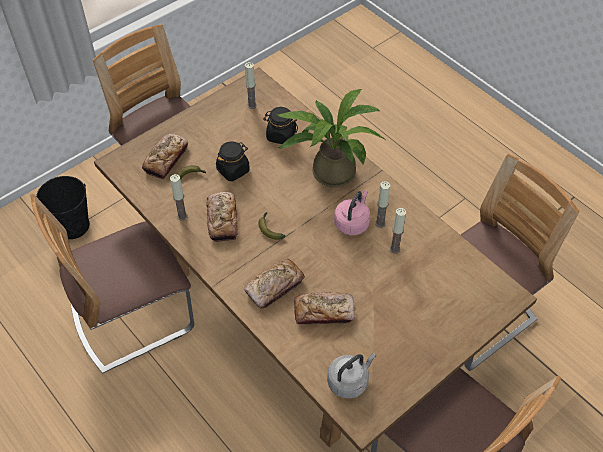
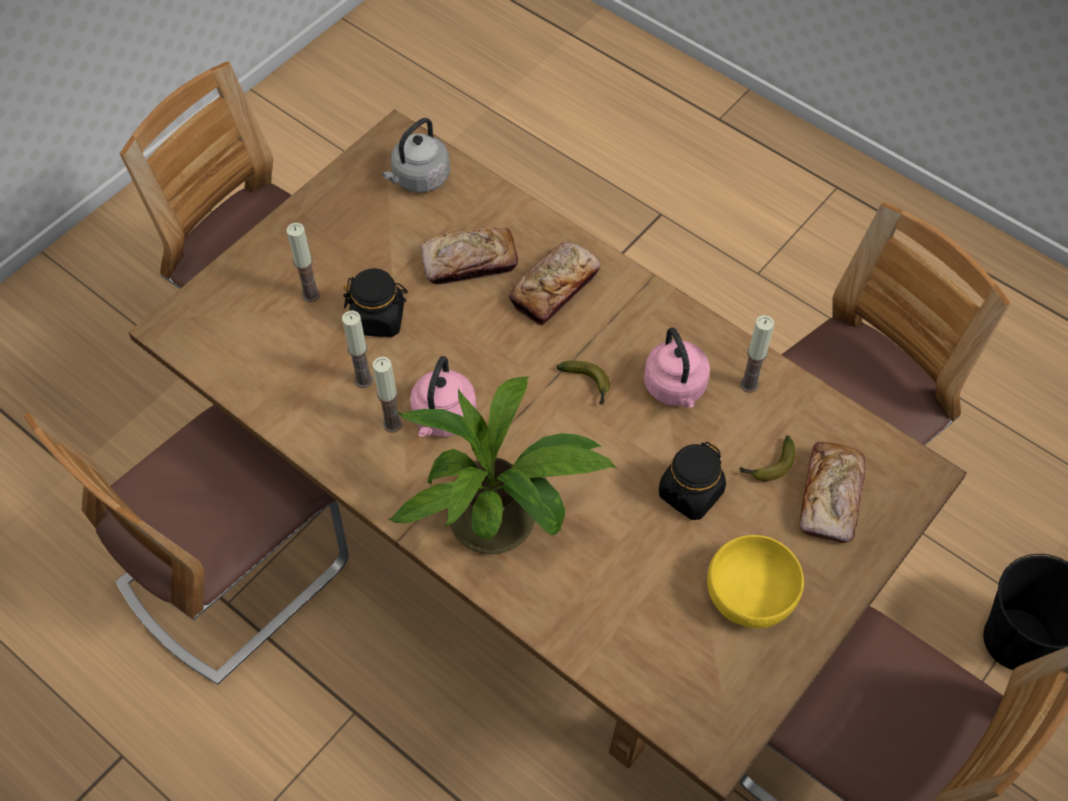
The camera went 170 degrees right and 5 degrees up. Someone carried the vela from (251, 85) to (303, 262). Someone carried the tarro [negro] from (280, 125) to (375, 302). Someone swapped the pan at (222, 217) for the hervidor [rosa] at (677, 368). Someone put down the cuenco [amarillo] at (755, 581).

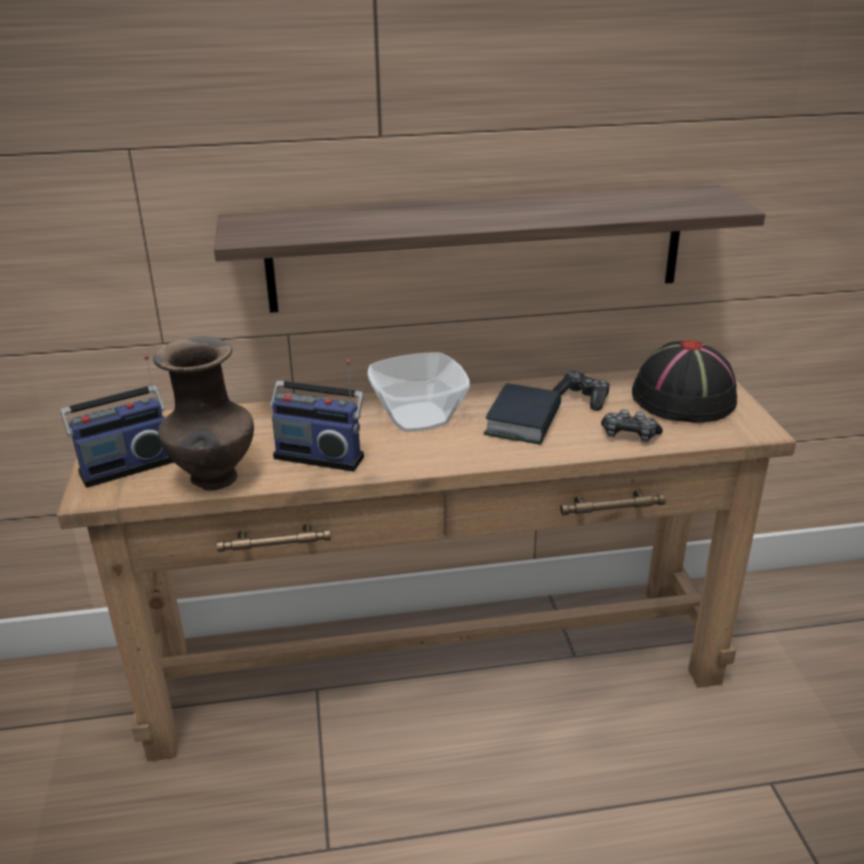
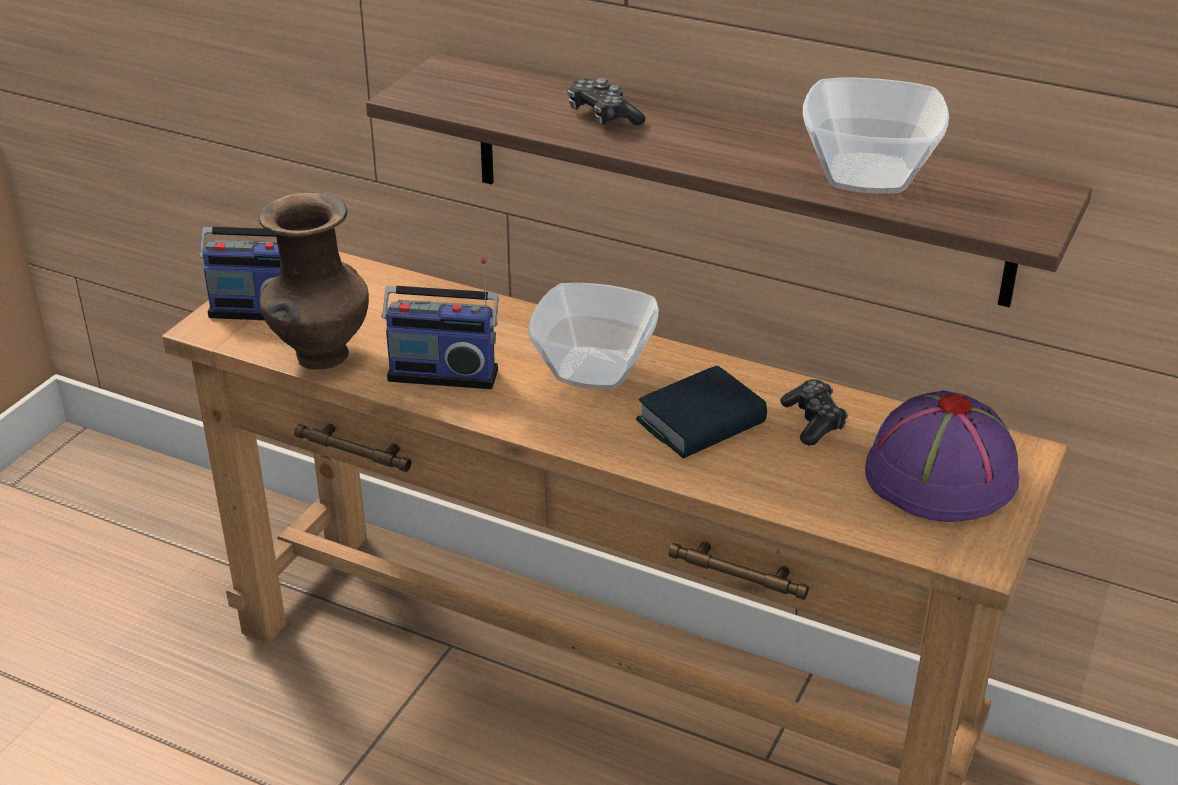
The camera went 35 degrees right and 5 degrees up. Someone repainted the sombrero [negro] at (684, 381), which became the sombrero [morado] at (942, 456). Someone rotated the radio at (317, 416) by 45 degrees counterclockwise. Someone carried the mando de consola from (632, 425) to (607, 101). Someone put down the cuenco at (876, 136).

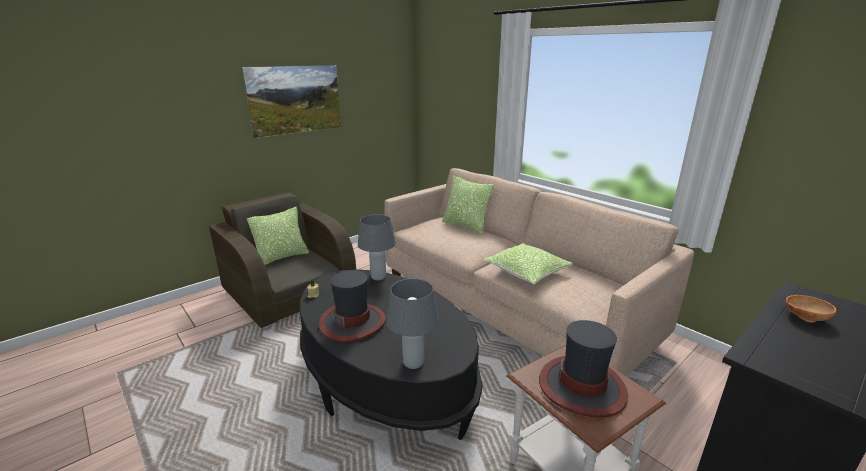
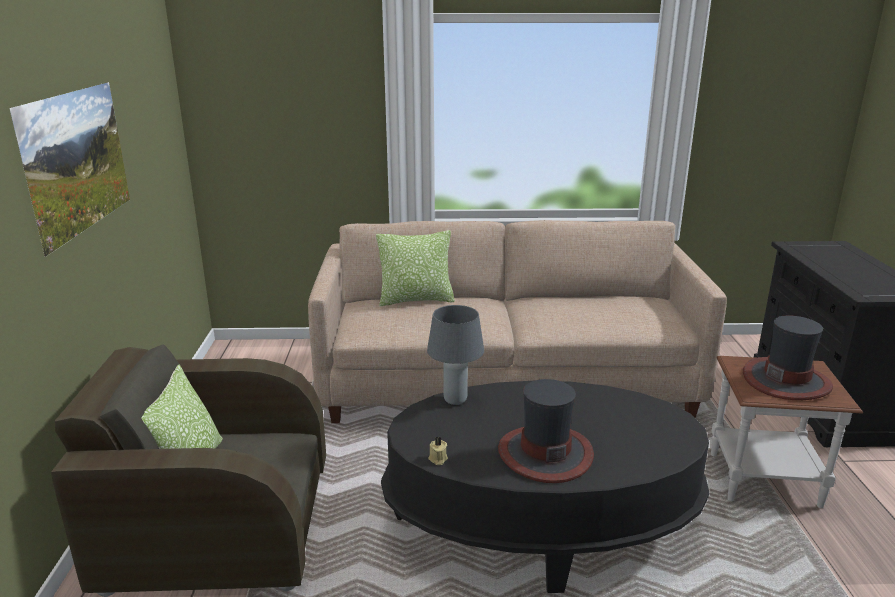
The camera went 50 degrees left and 0 degrees up. Someone took away the cojín at (528, 263). Someone took away the lámpara de mesa [gris] at (412, 323). Someone took away the cuenco [marrón] at (810, 309).

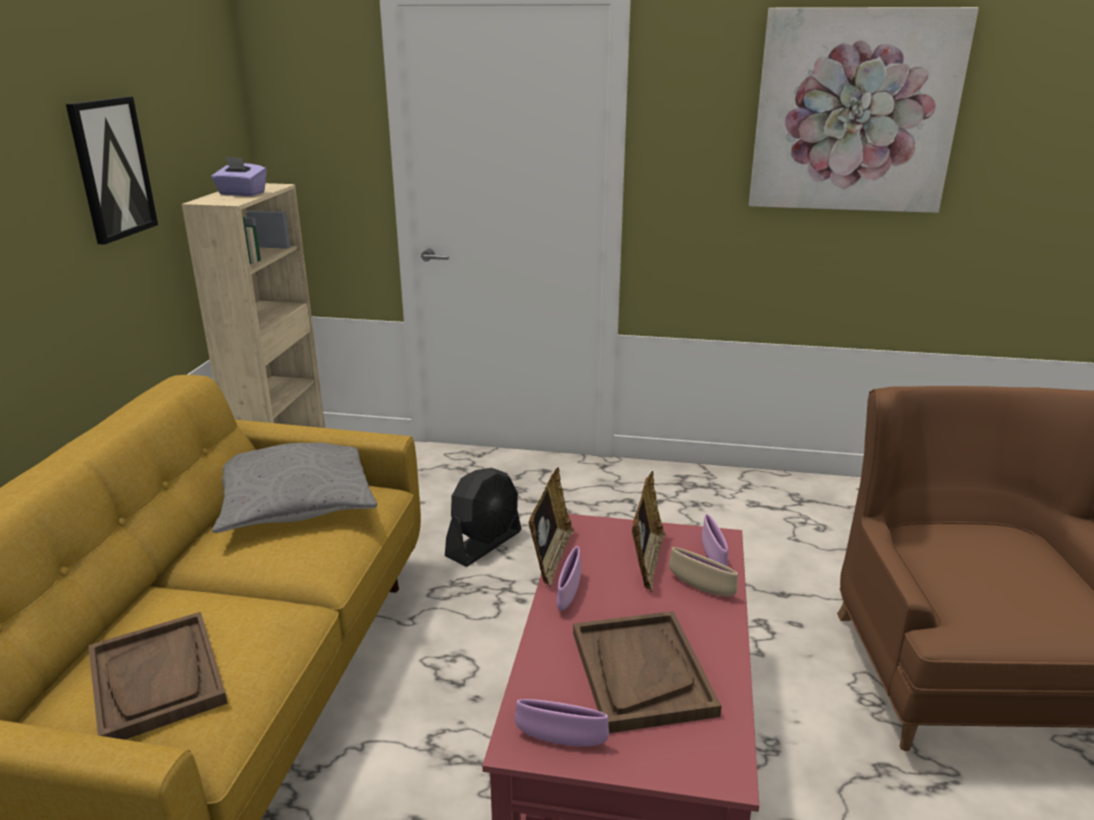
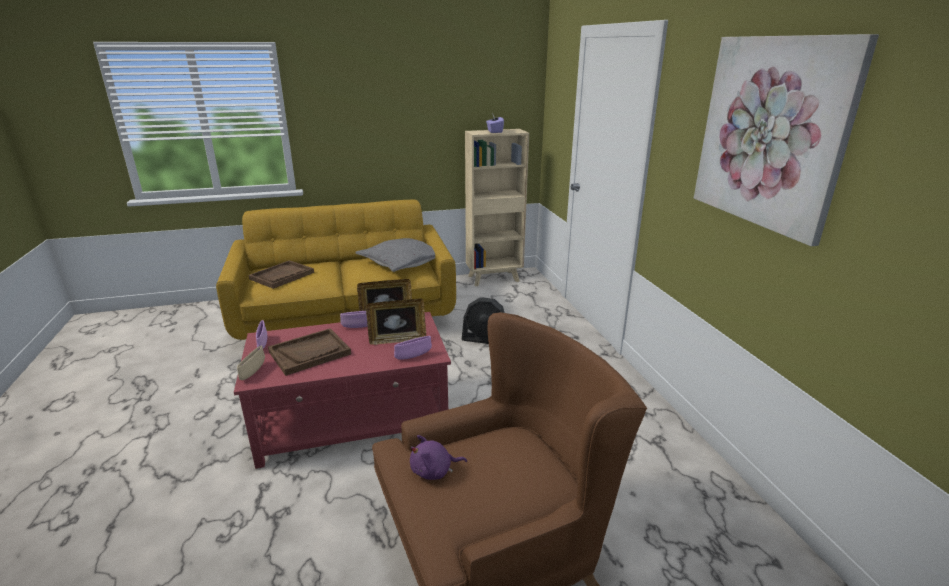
The camera went 65 degrees right and 0 degrees up. Someone took away the cuadro at (112, 171). Someone carried the cuenco [beis] from (703, 572) to (251, 363). Someone put down the peluche [morado] at (438, 457).

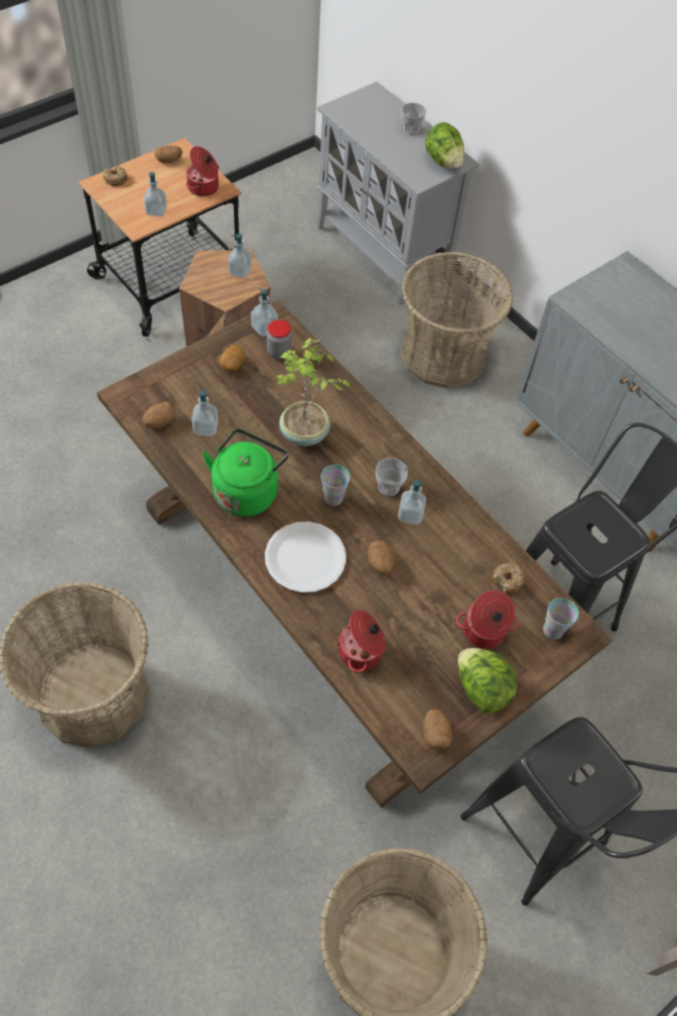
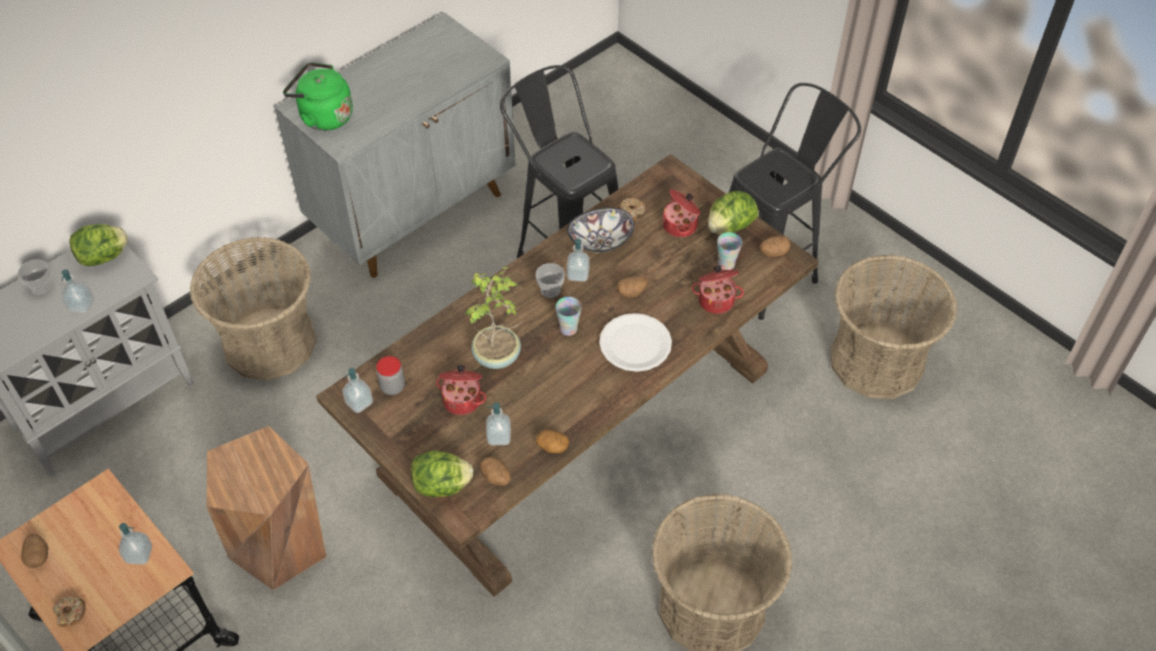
The camera went 90 degrees left and 5 degrees down. Someone carried the olla from (202, 171) to (461, 390). Someone carried the dispensador de jabón from (240, 256) to (77, 291). Someone carried the patata from (232, 358) to (553, 441). Someone carried the hervidor [verde] from (246, 473) to (318, 96). Someone carried the taza from (561, 618) to (729, 251). Someone put down the cuenco at (600, 230). Someone put down the lechuga at (442, 473).

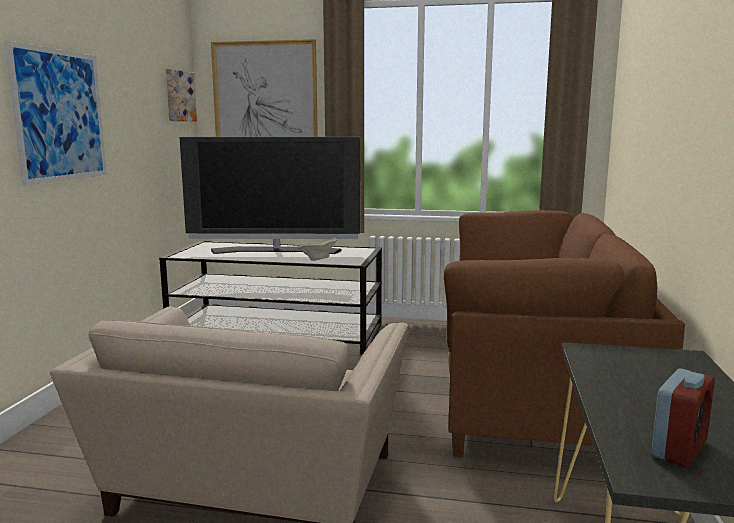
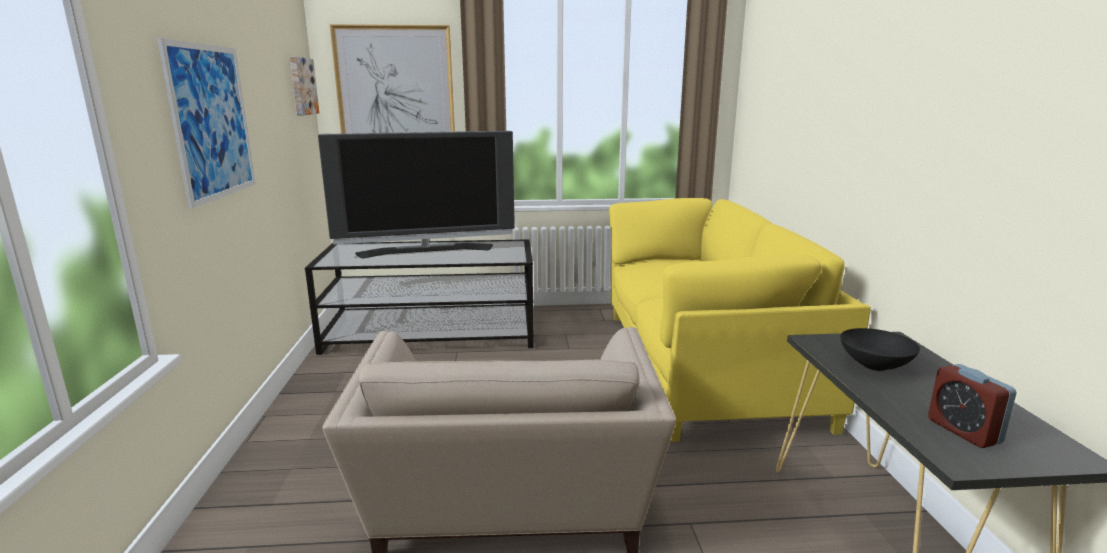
The camera went 15 degrees left and 5 degrees up. Someone repainted the sofá [marrón] at (564, 333), which became the sofá [amarillo] at (740, 320). Someone took away the cuenco [beis] at (317, 249). Someone rotated the despertador at (683, 417) by 135 degrees clockwise. Someone put down the cuenco [negro] at (880, 349).

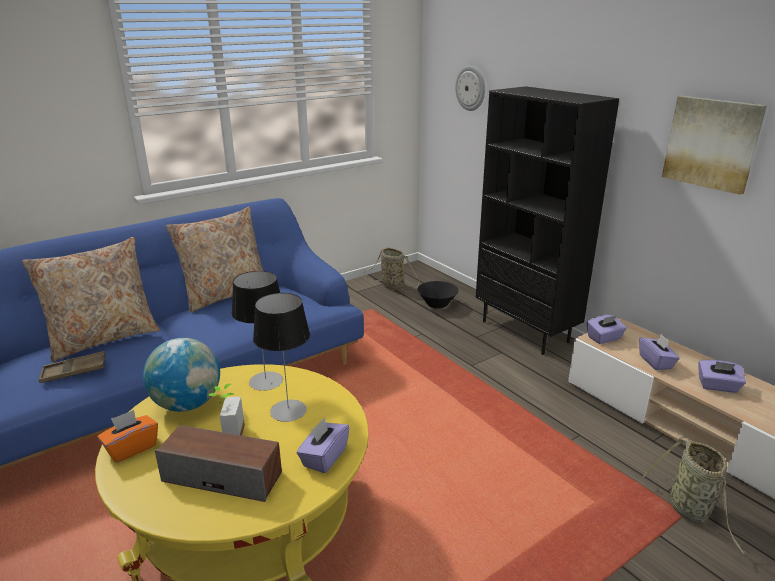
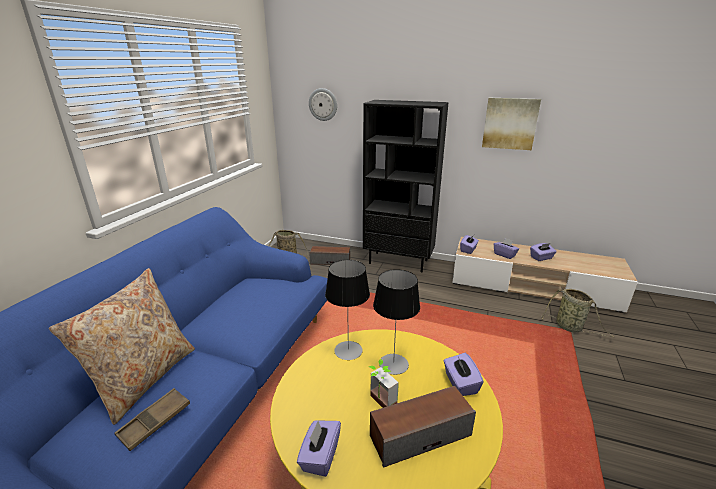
The camera went 35 degrees left and 0 degrees up. Someone took away the cojín [beis] at (214, 260). Someone swapped the cuenco [negro] at (438, 295) for the altavoz at (329, 255). Someone took away the globo terráqueo at (181, 375). Someone repainted the caja de pañuelos [naranja] at (127, 436), which became the caja de pañuelos [morado] at (319, 448).

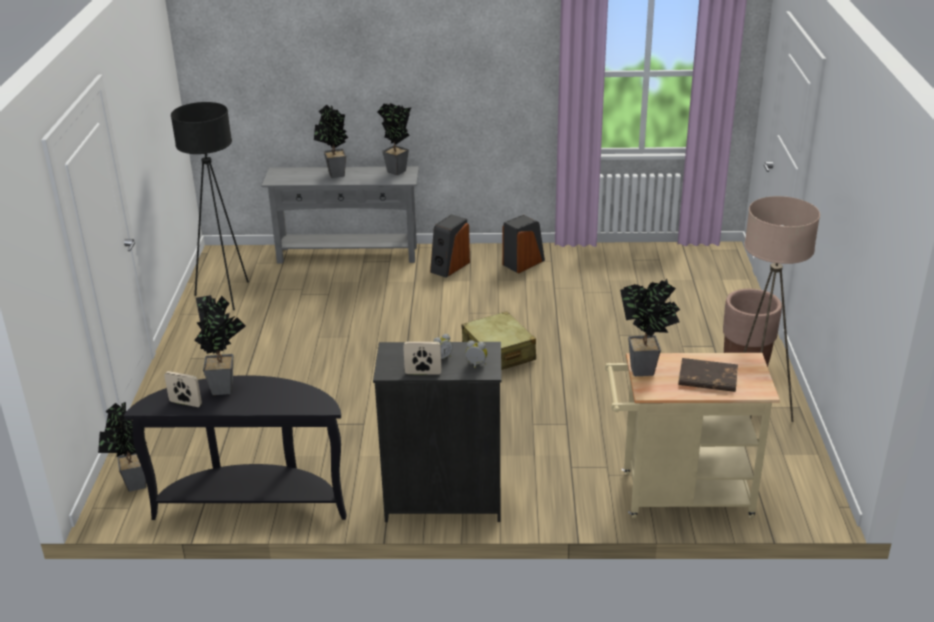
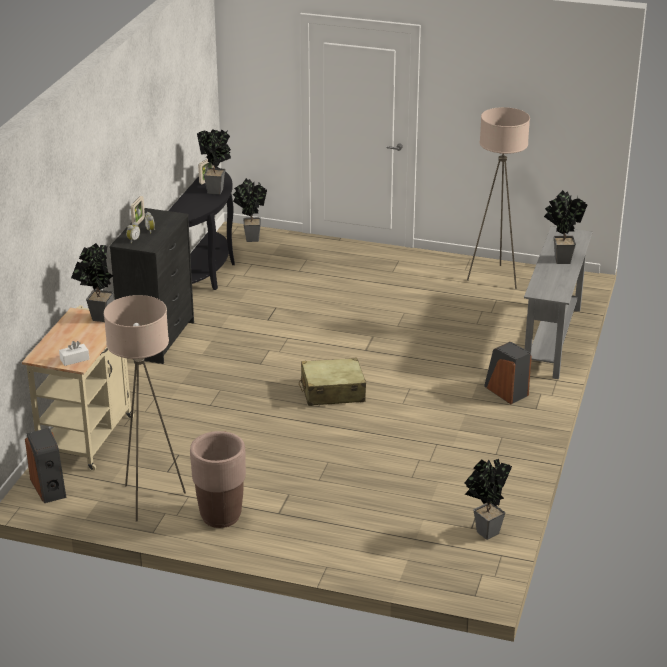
The camera went 105 degrees right and 0 degrees up. Someone repainted the lámpara de pie [negro] at (210, 206), which became the lámpara de pie [beis] at (498, 198). Someone carried the planta en maceta from (394, 139) to (488, 499). Someone carried the altavoz from (523, 244) to (45, 465). Someone took away the libro [marrón] at (708, 375). Someone put down the caja de pañuelos [blanco] at (74, 353).

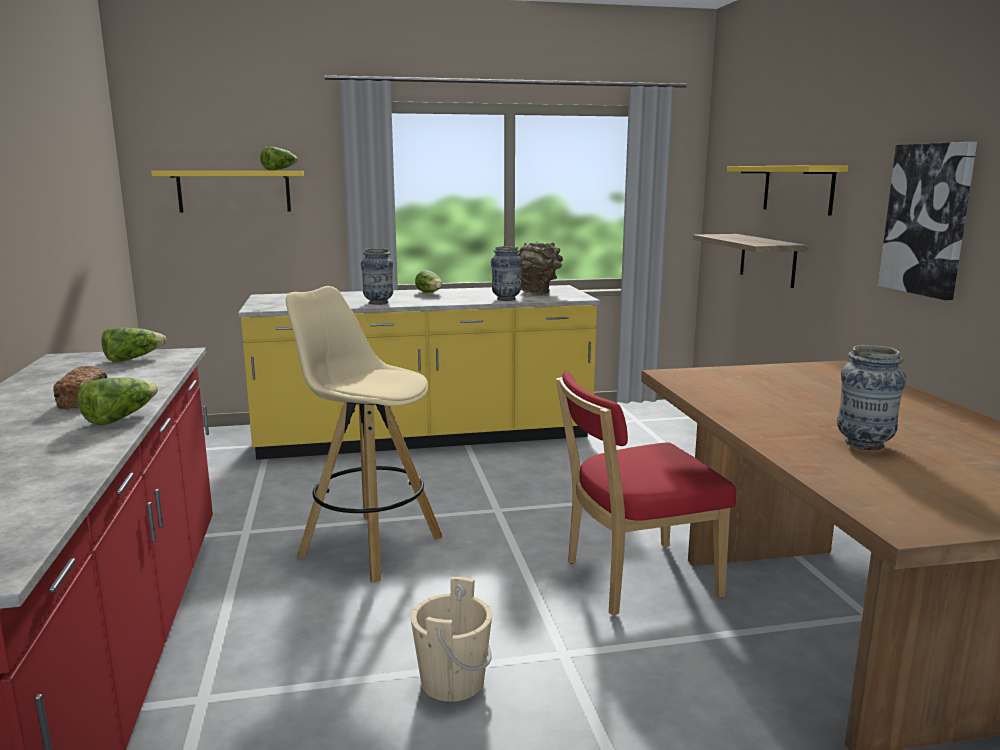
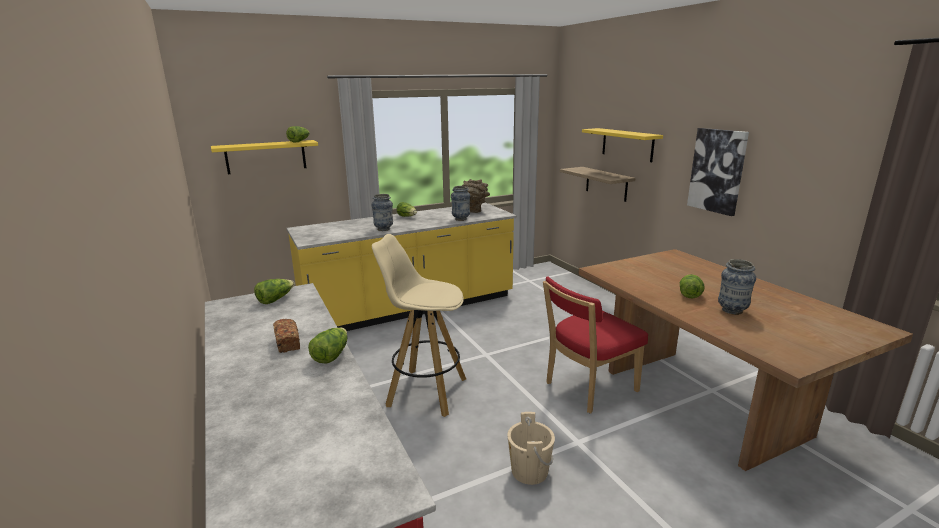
The camera went 15 degrees left and 5 degrees up. Someone put down the lechuga at (692, 286).

